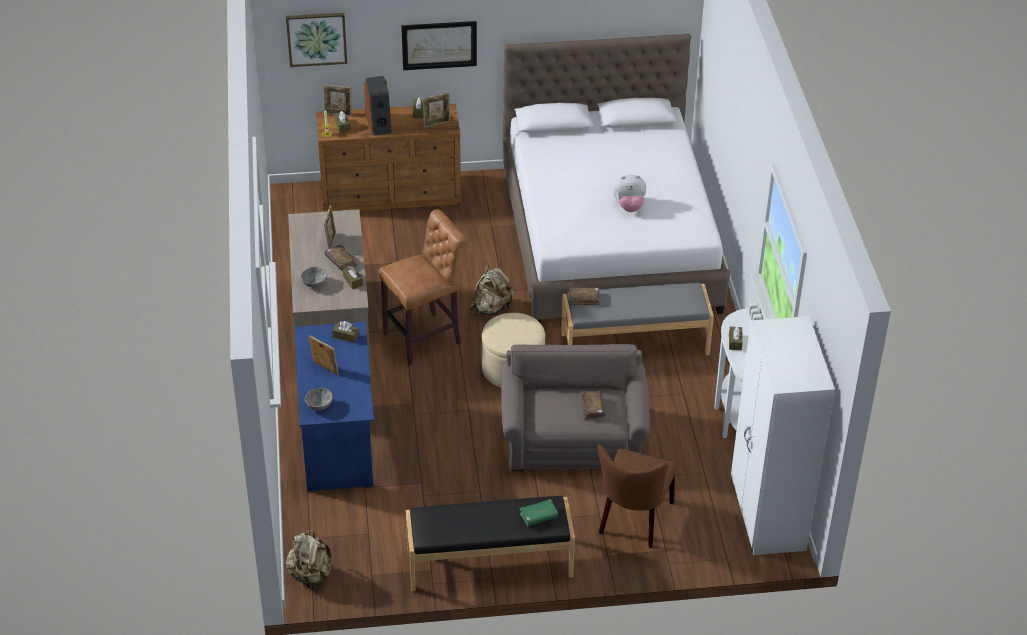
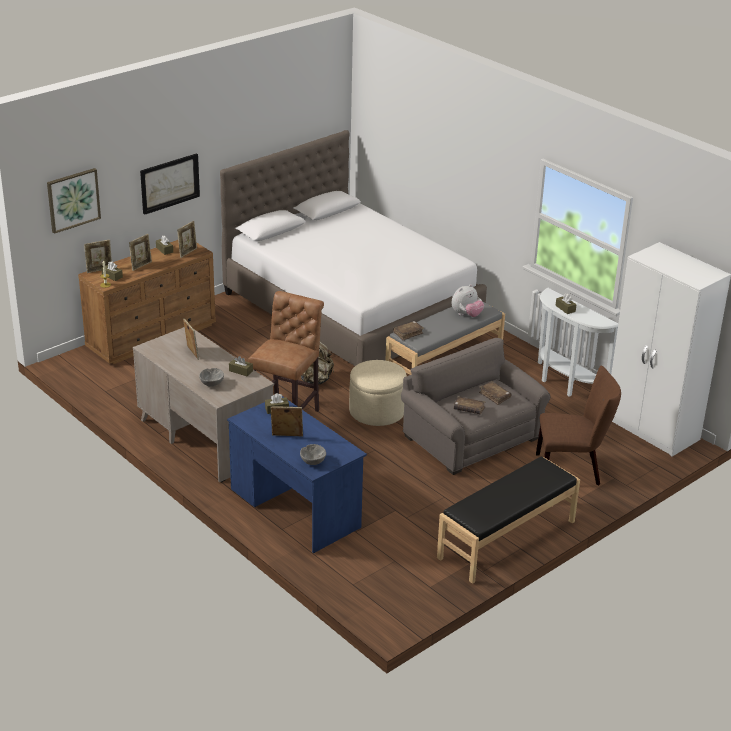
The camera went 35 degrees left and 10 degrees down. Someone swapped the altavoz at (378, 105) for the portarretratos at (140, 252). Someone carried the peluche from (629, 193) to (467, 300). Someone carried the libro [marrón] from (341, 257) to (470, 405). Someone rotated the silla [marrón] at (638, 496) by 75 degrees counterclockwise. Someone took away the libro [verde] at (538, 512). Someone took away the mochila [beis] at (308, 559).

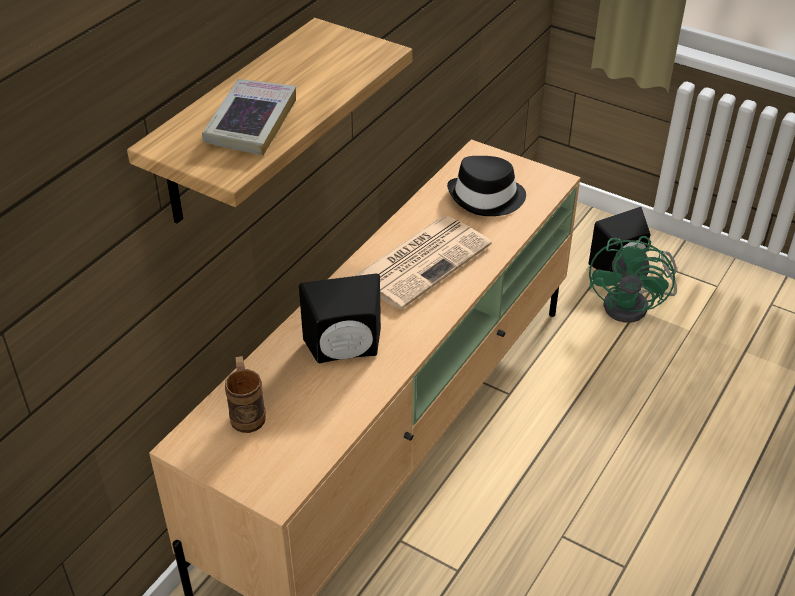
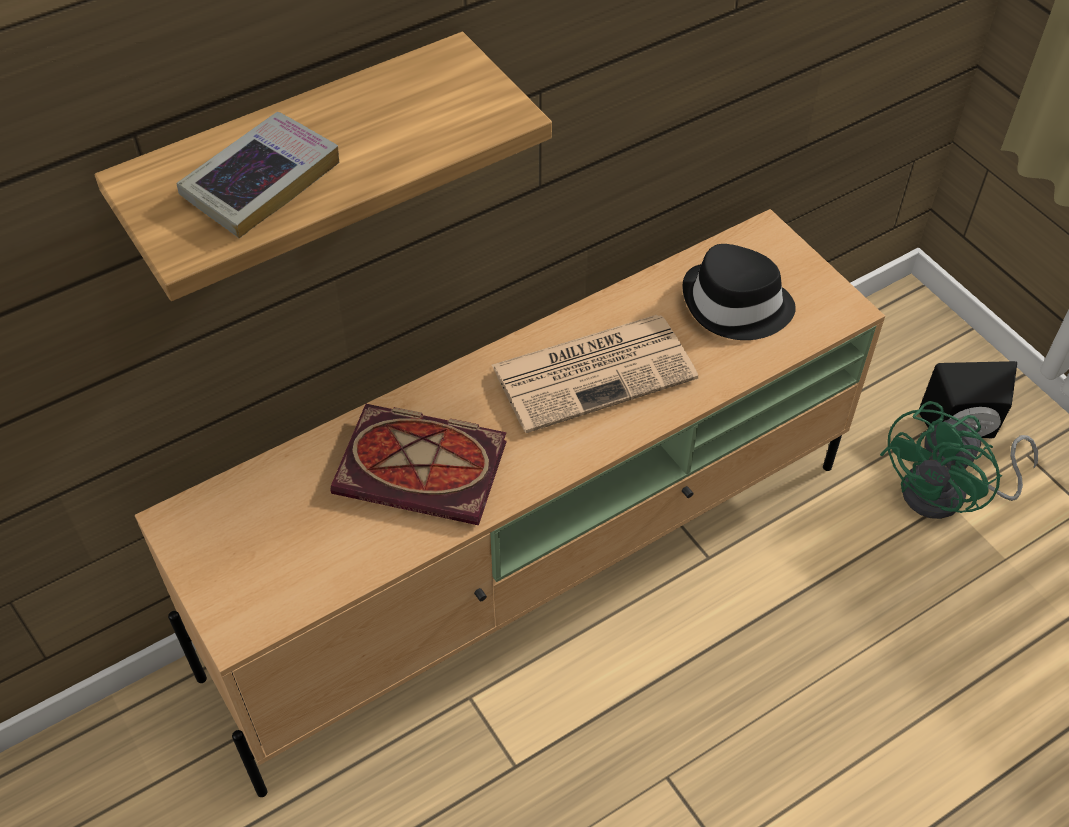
The camera went 25 degrees right and 10 degrees up. Someone swapped the altavoz [negro] at (340, 318) for the libro at (419, 464). Someone took away the taza grande [marrón] at (245, 394).

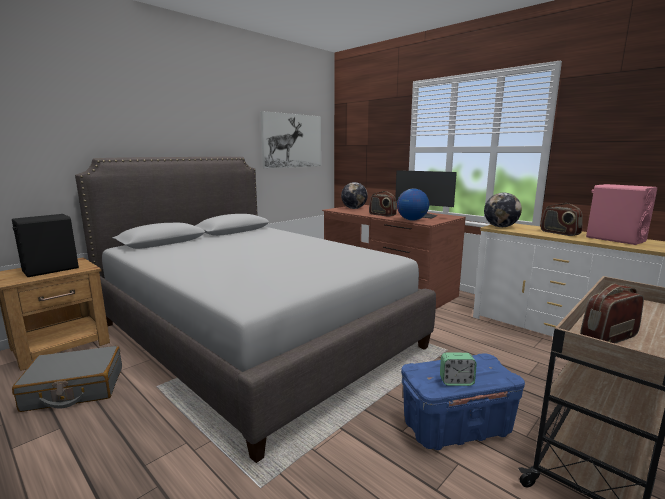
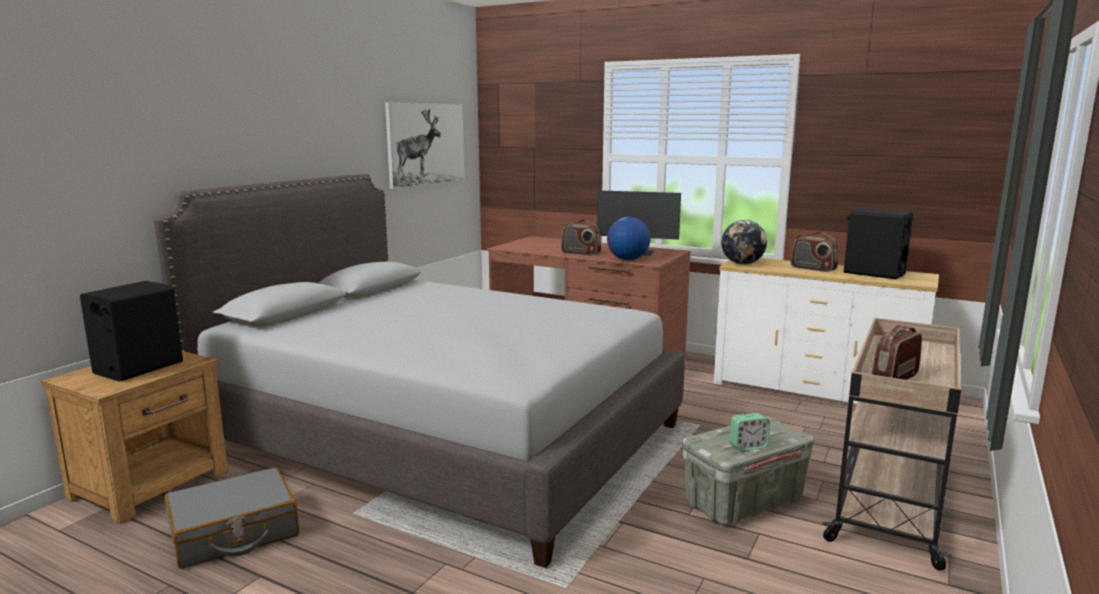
The camera went 15 degrees left and 0 degrees up. Someone took away the globo terráqueo at (354, 195). Someone repainted the altavoz [rosa] at (621, 214), which became the altavoz [negro] at (878, 243). Someone repainted the caja de almacenaje [azul] at (463, 401), which became the caja de almacenaje [gris] at (748, 470).

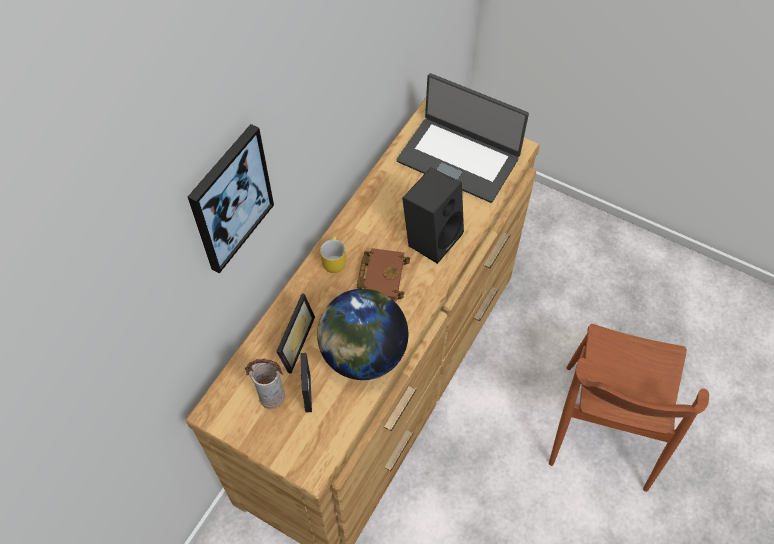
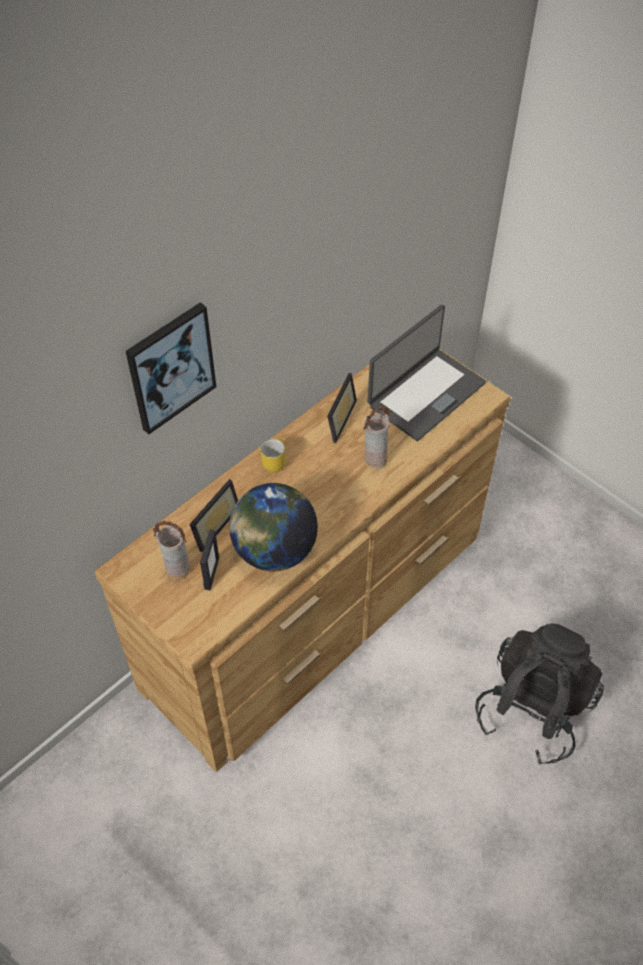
The camera went 15 degrees right and 5 degrees down. Someone rotated the portátil at (463, 138) by 90 degrees counterclockwise. Someone swapped the altavoz [negro] at (433, 215) for the florero at (377, 437). Someone took away the libro [marrón] at (383, 274). Someone swapped the silla [marrón] at (629, 408) for the mochila [negro] at (539, 694). Someone put down the portarretratos at (342, 408).

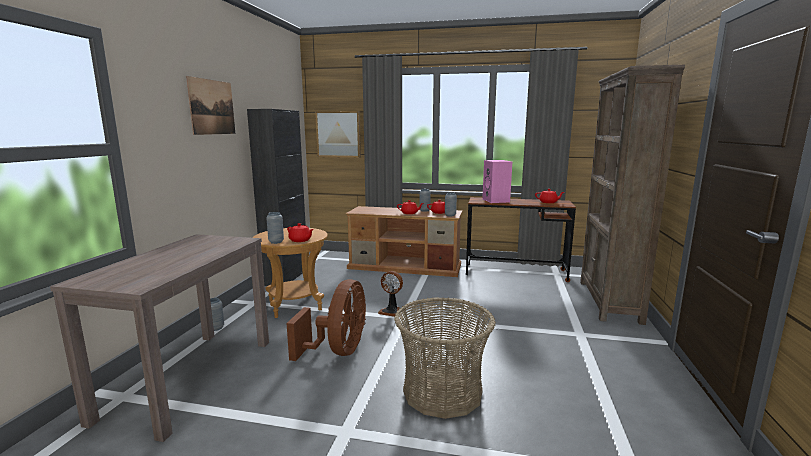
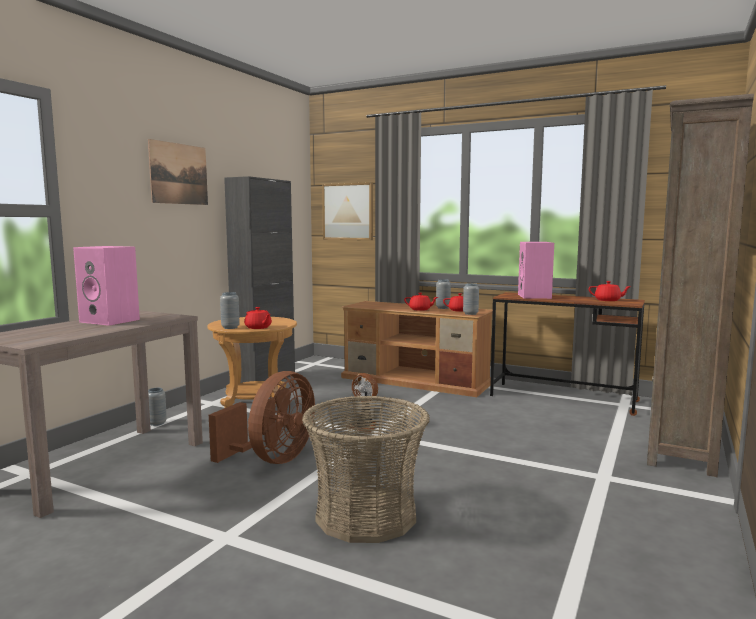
The camera went 15 degrees right and 5 degrees down. Someone put down the altavoz [rosa] at (106, 286).

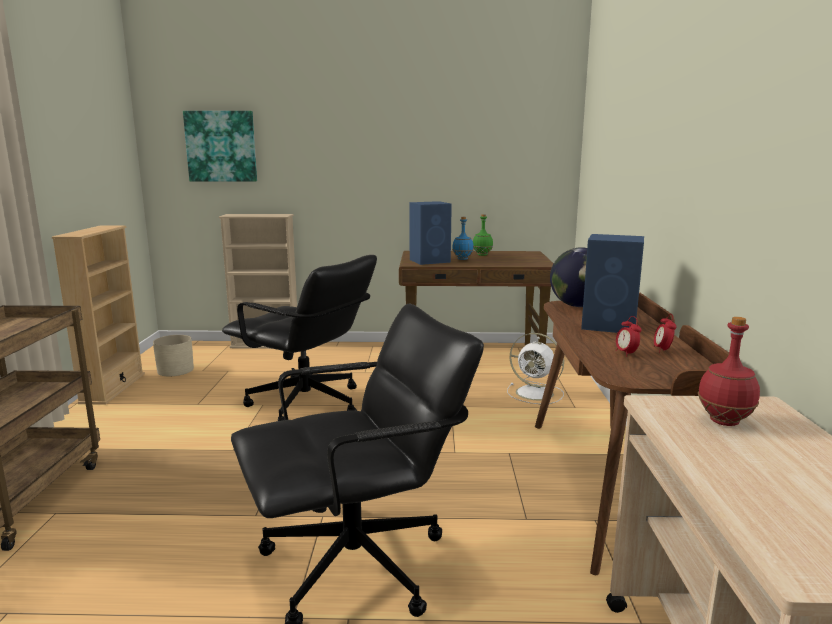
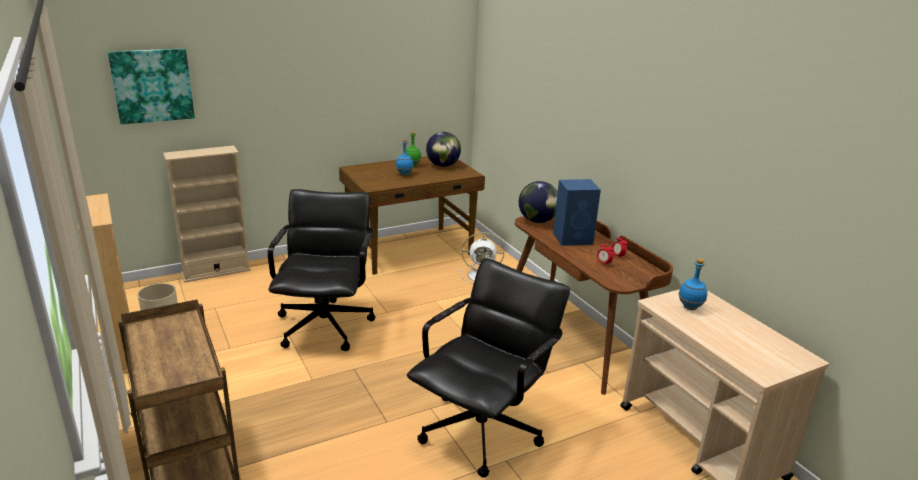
The camera went 30 degrees left and 10 degrees up. Someone took away the altavoz [azul] at (430, 233). Someone rotated the silla de oficina [negro] at (299, 338) by 90 degrees counterclockwise. Someone repainted the botella [rojo] at (729, 371), which became the botella [azul] at (693, 284). Someone put down the globo terráqueo at (443, 149).

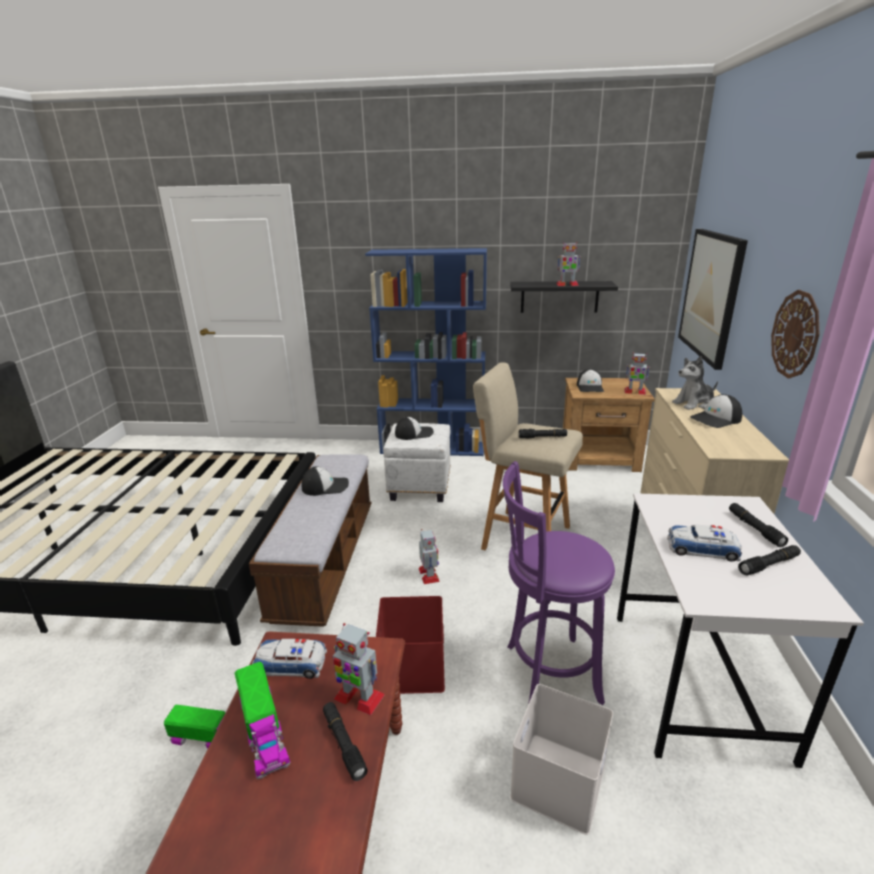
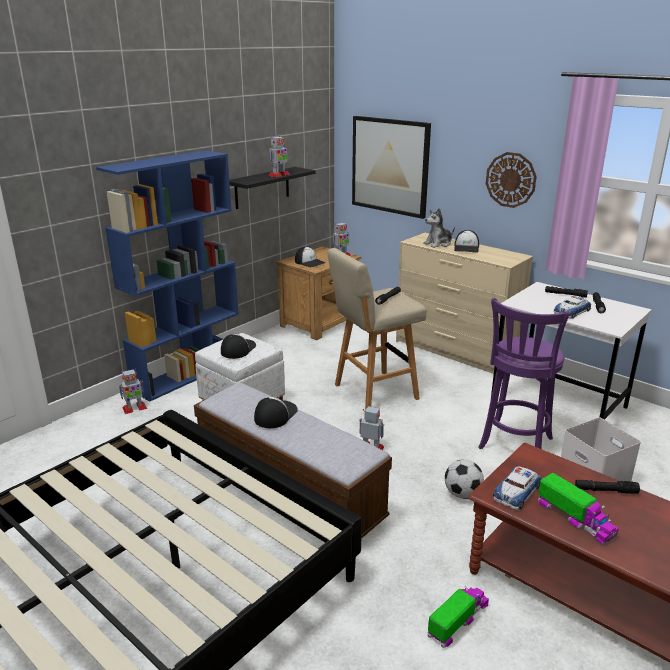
The camera went 55 degrees left and 0 degrees up. Someone rotated the peluche at (695, 383) by 45 degrees clockwise. Someone swapped the caja de almacenaje [rojo] at (410, 645) for the balón de fútbol at (464, 479). Someone carried the robot de juguete from (359, 669) to (133, 391). Someone rotated the camión de juguete at (263, 720) by 45 degrees clockwise.

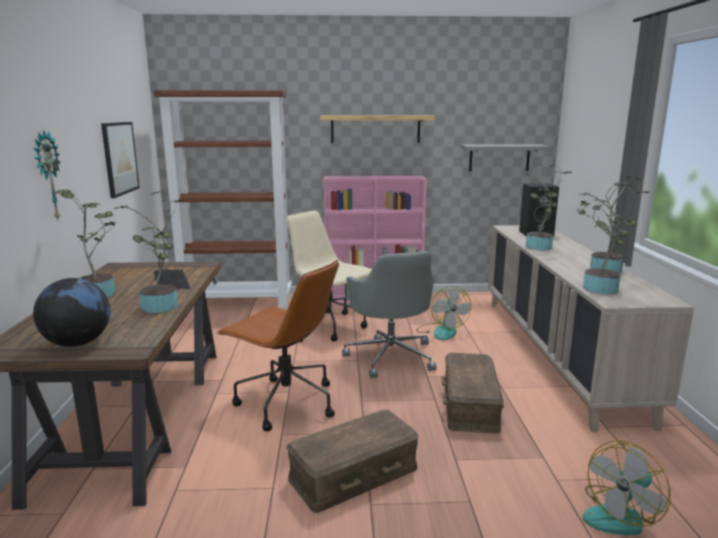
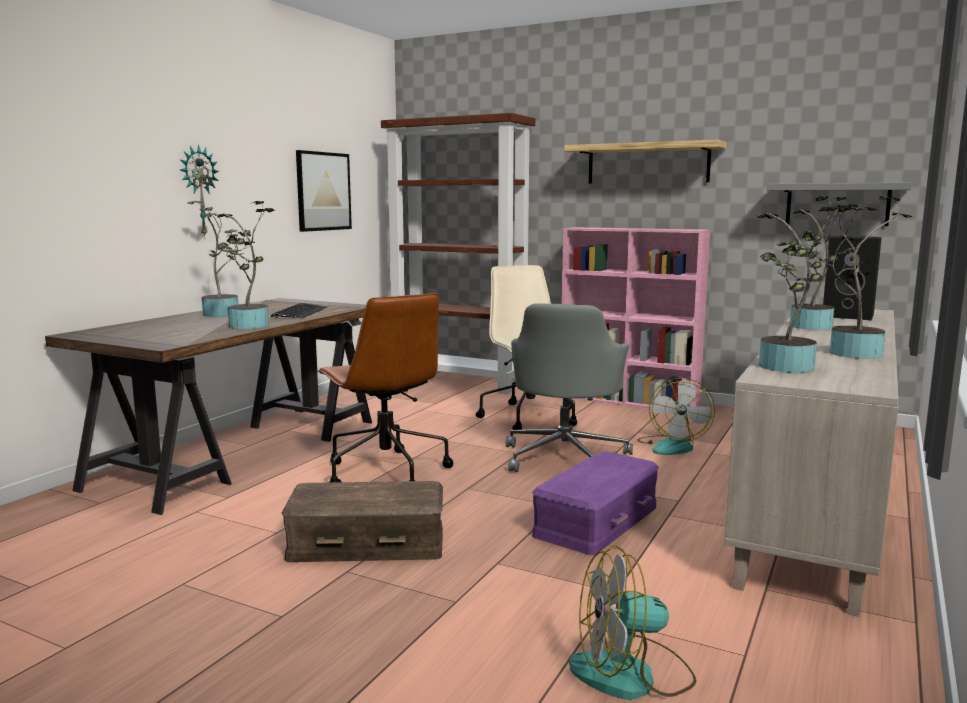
The camera went 30 degrees right and 5 degrees down. Someone took away the globo terráqueo at (71, 312). Someone repainted the caja de almacenaje [marrón] at (473, 393), which became the caja de almacenaje [morado] at (595, 503).

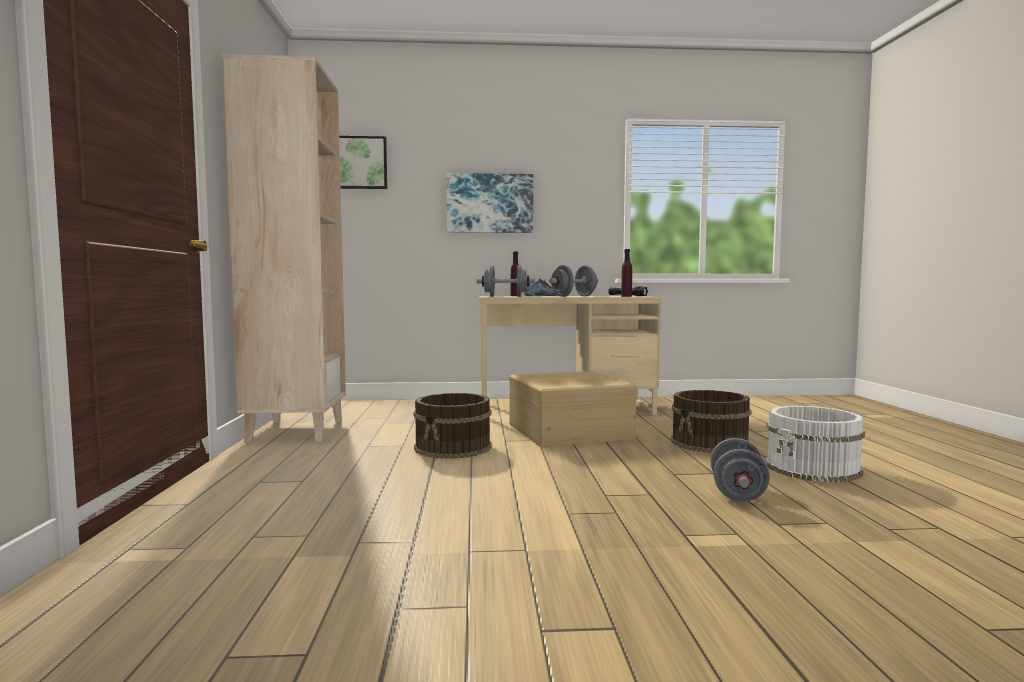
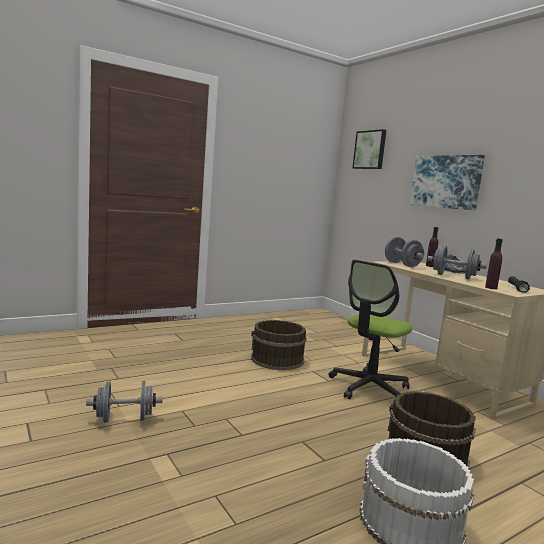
The camera went 60 degrees right and 5 degrees up. Someone took away the estantería [beis] at (284, 248). Someone swapped the caja de almacenaje [beis] at (573, 409) for the silla de oficina at (370, 329). Someone carried the mancuerna [gris] from (740, 470) to (124, 402).

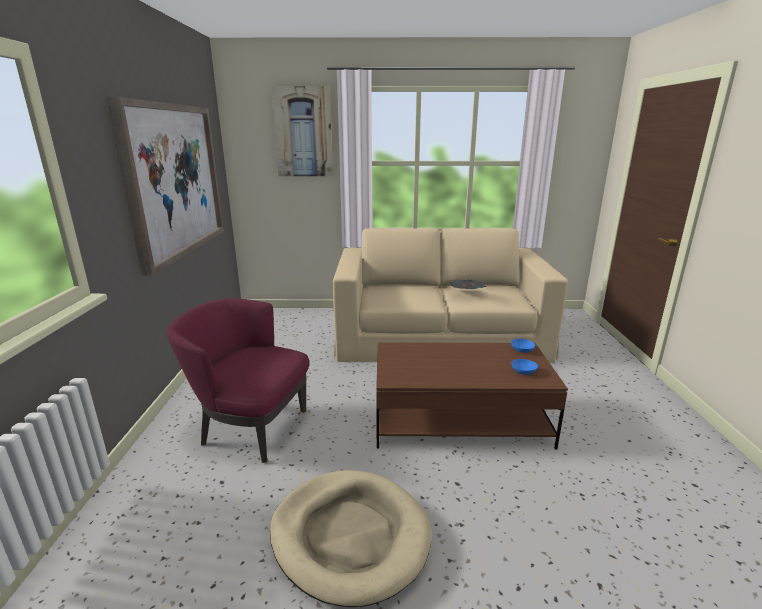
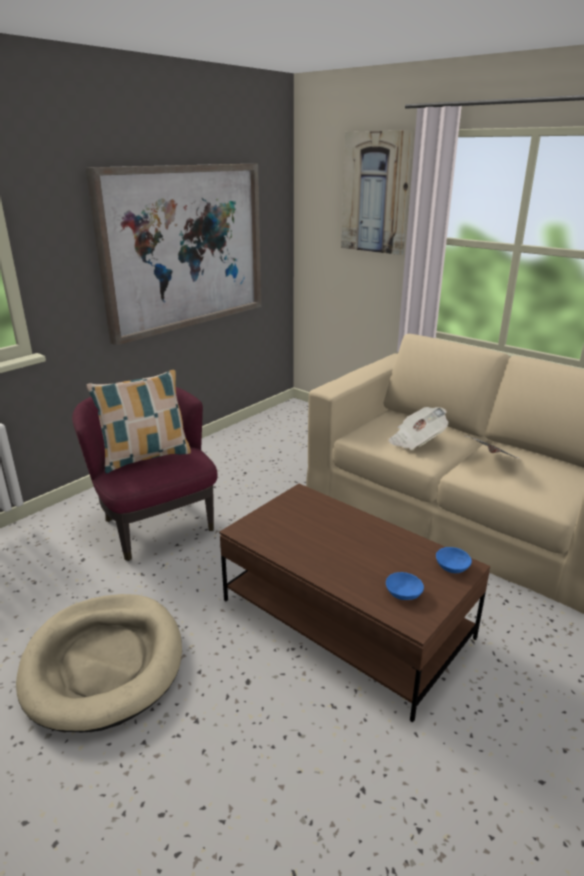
The camera went 40 degrees right and 5 degrees up. Someone put down the cojín at (139, 422). Someone put down the periódico at (418, 428).

